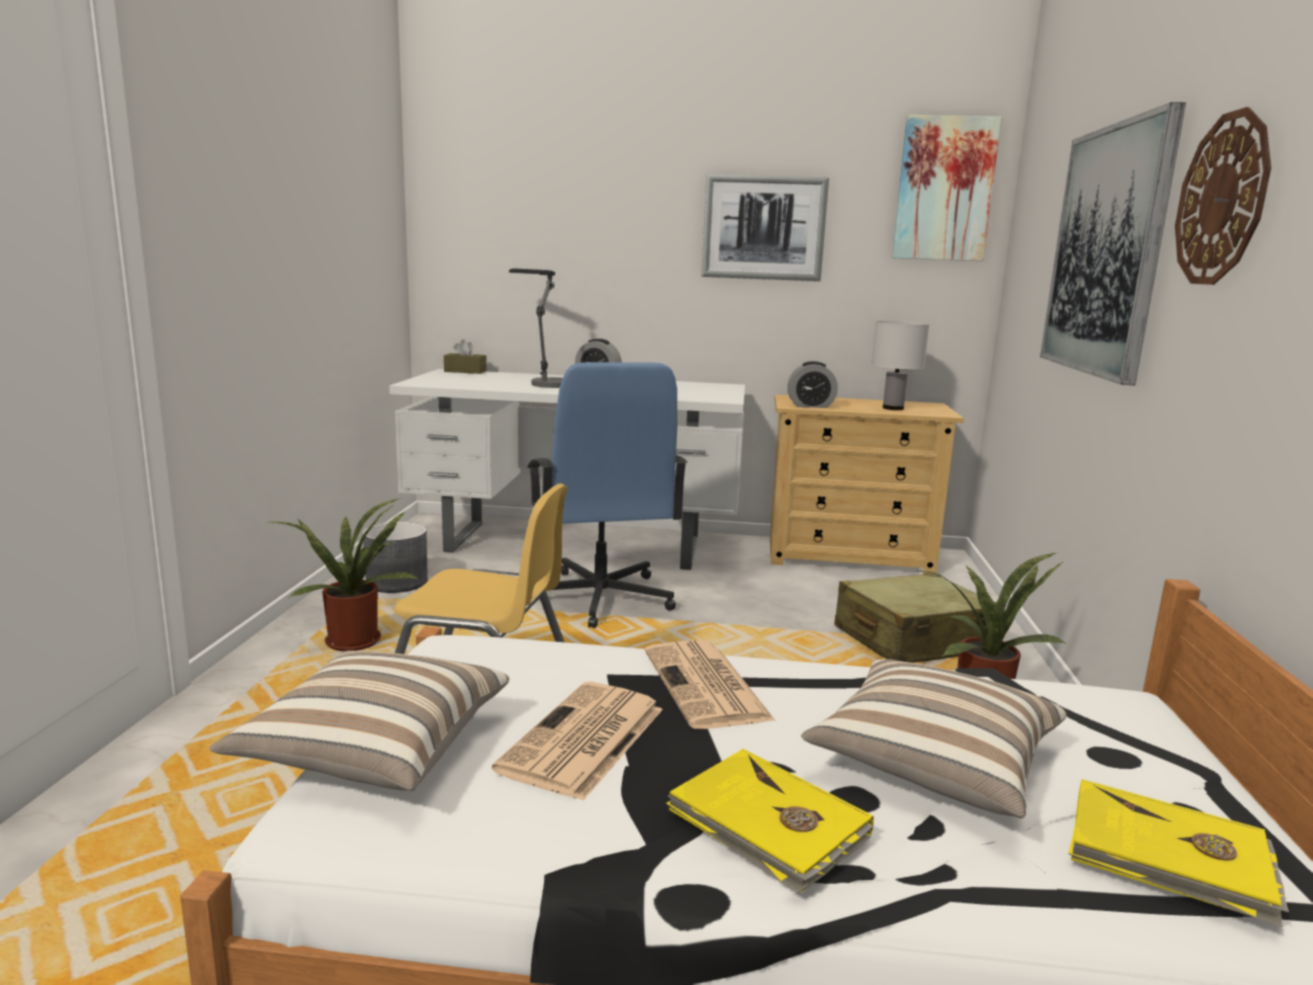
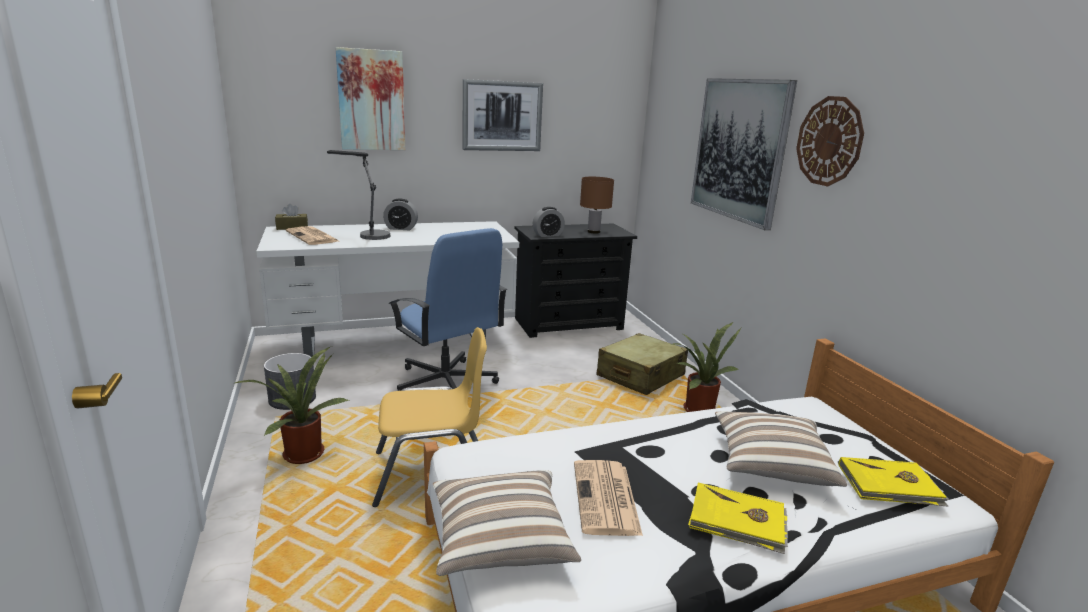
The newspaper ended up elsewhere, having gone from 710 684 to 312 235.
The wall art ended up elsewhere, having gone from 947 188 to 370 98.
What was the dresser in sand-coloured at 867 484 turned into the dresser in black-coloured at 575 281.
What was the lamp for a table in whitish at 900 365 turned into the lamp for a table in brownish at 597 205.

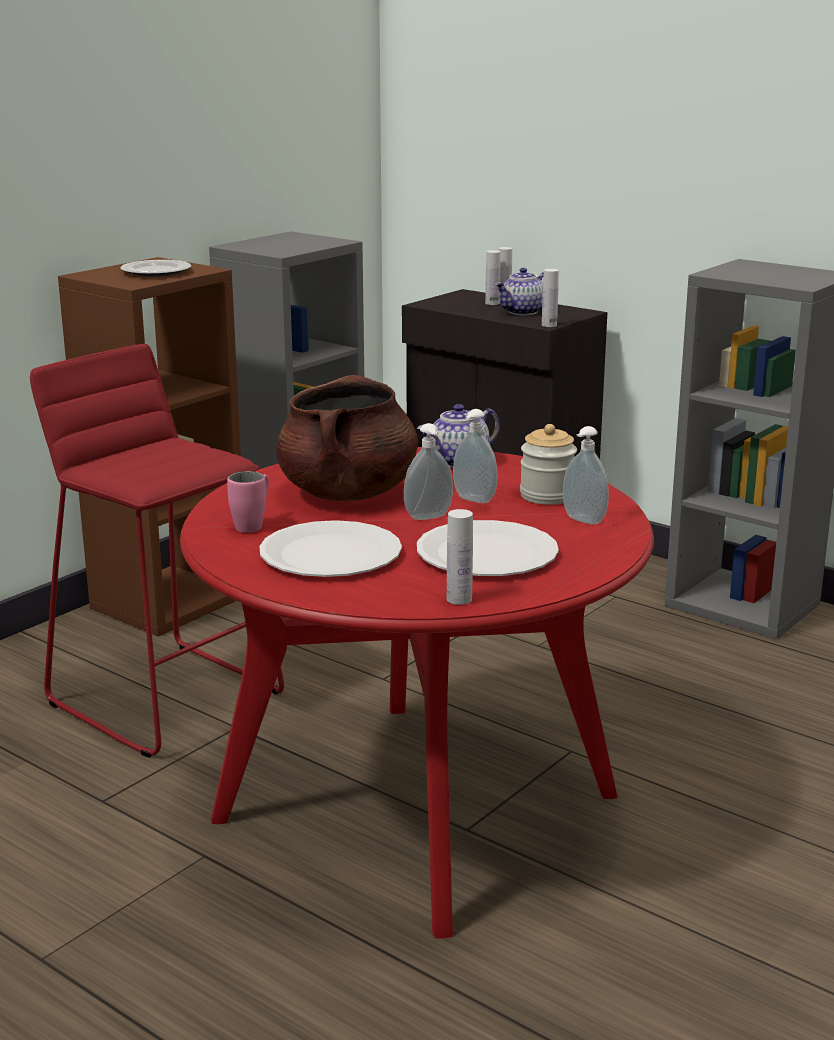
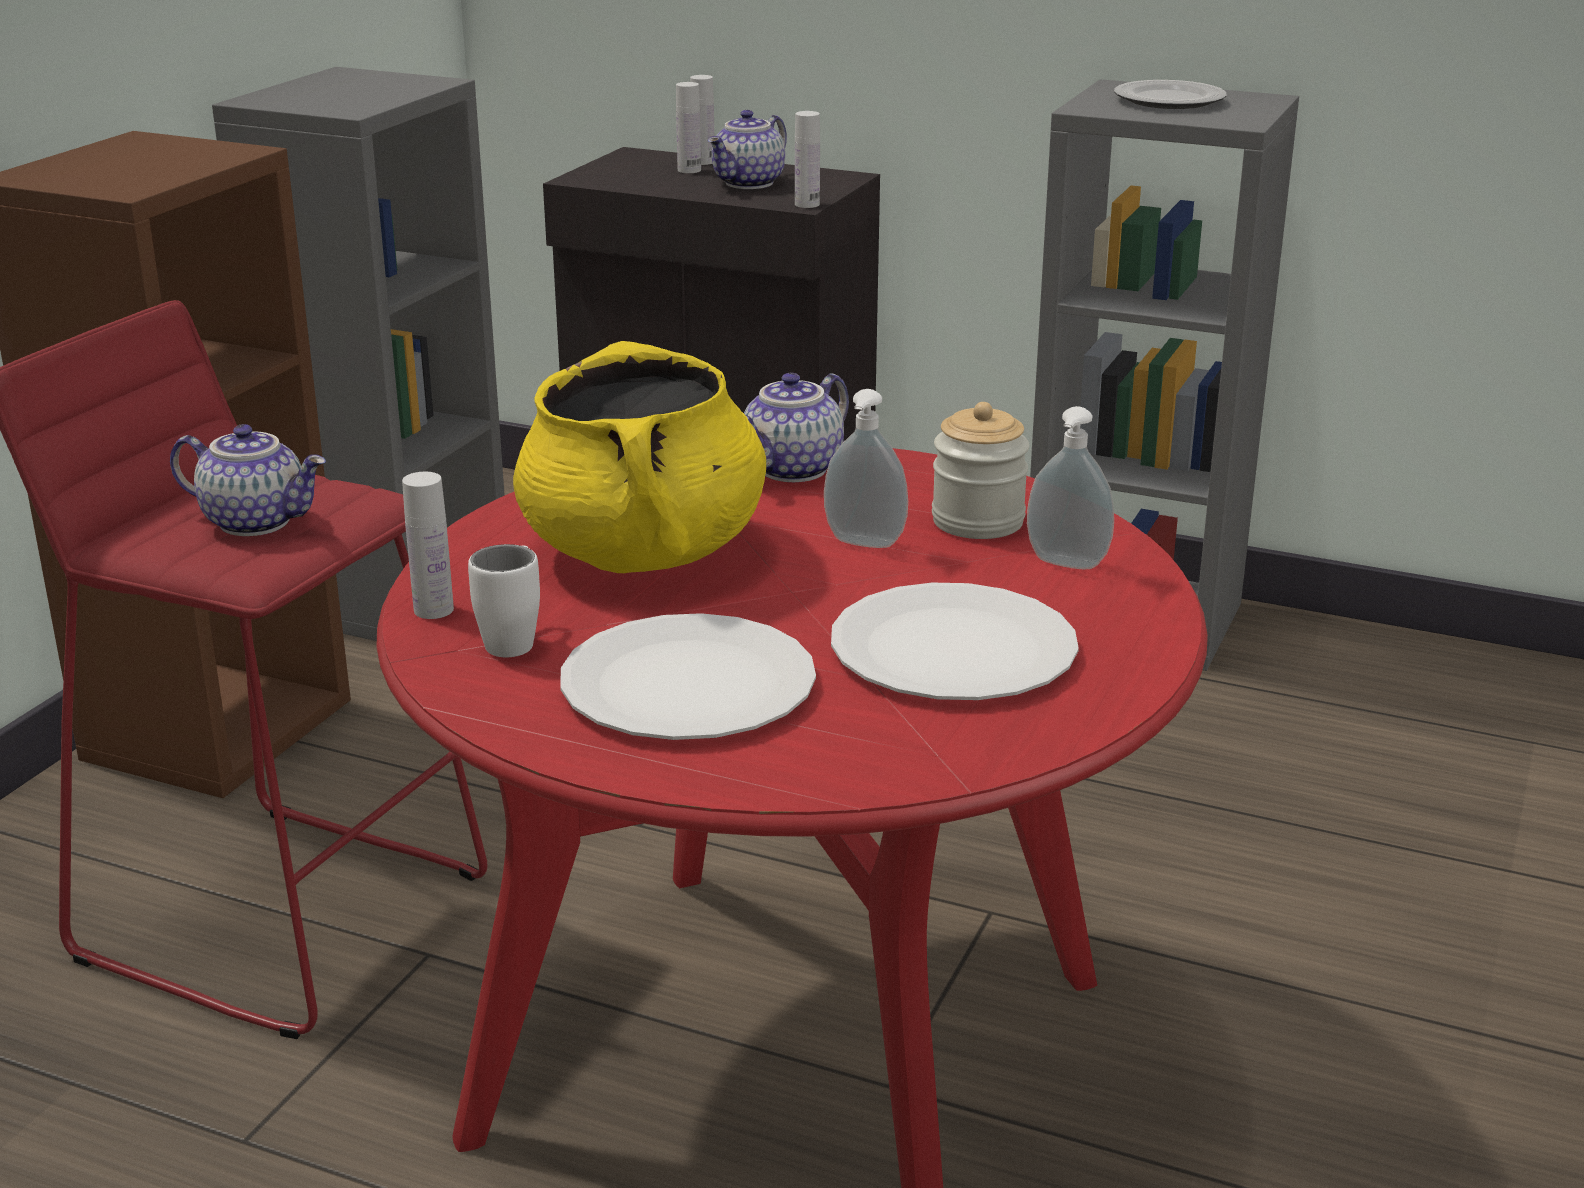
The second view lost the liquid soap bottle at 428 471.
The second view gained the teapot at 248 480.
The plate ended up elsewhere, having gone from 155 268 to 1170 94.
The drink bottle in whitish ended up elsewhere, having gone from 460 557 to 428 545.
What was the coffee mug in pink at 248 502 turned into the coffee mug in whitish at 504 600.
What was the stockpot in brownish at 347 437 turned into the stockpot in yellow-coloured at 639 457.

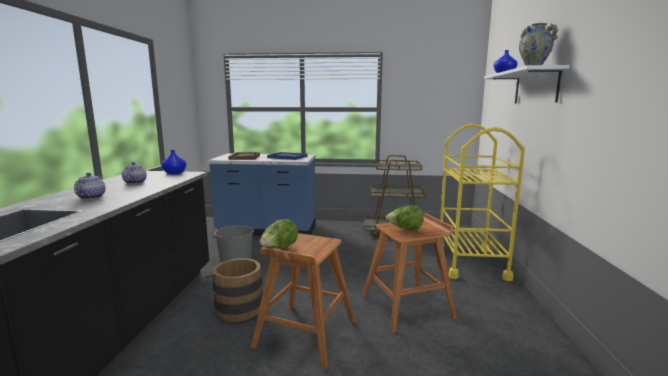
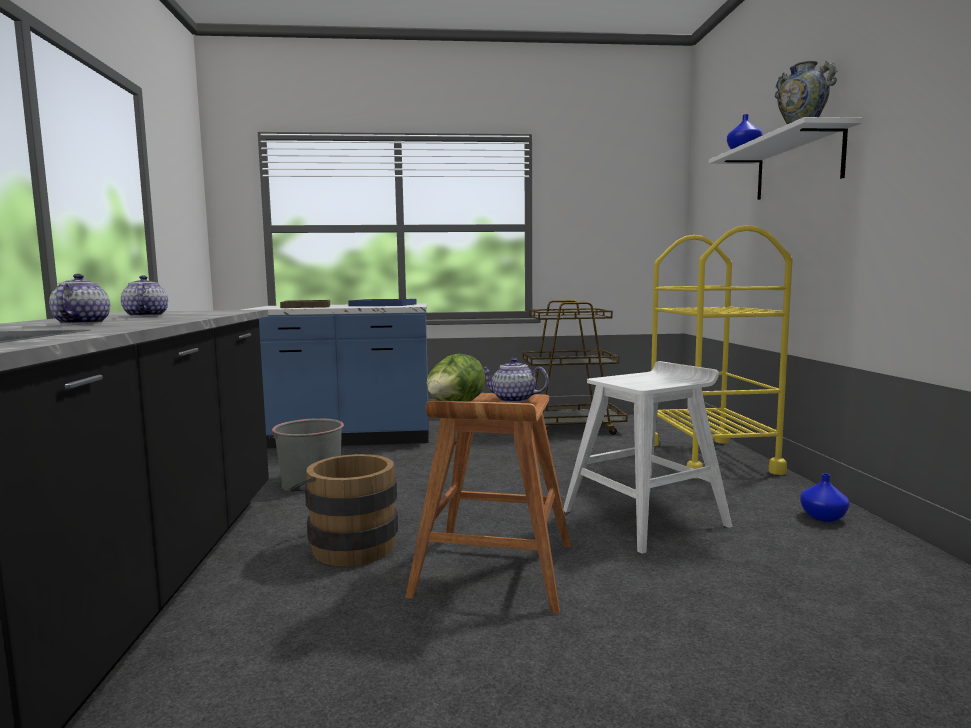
The second view lost the lettuce at 405 217.
The second view gained the teapot at 516 380.
The flower vase in blue-coloured ended up elsewhere, having gone from 174 162 to 824 497.
What was the stool in brownish at 409 273 turned into the stool in whitish at 648 457.

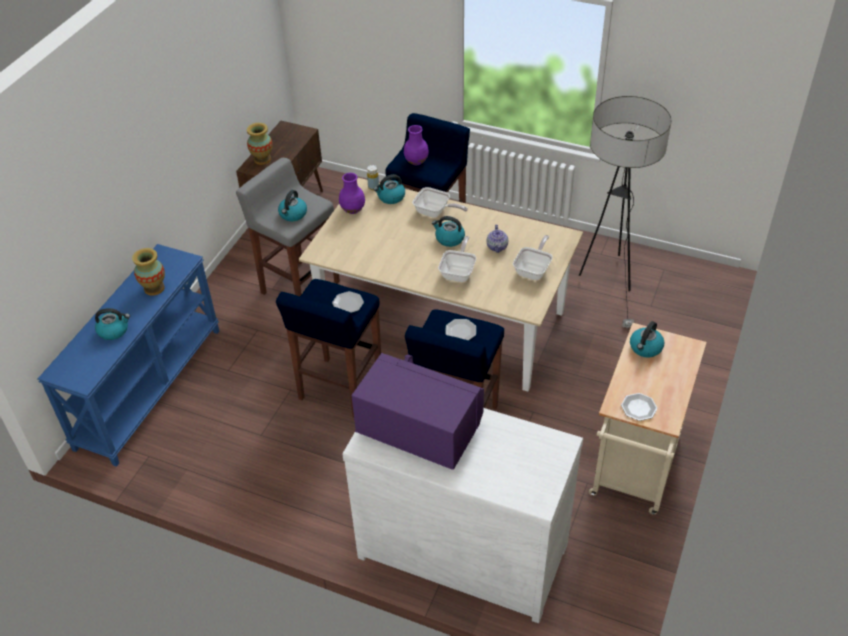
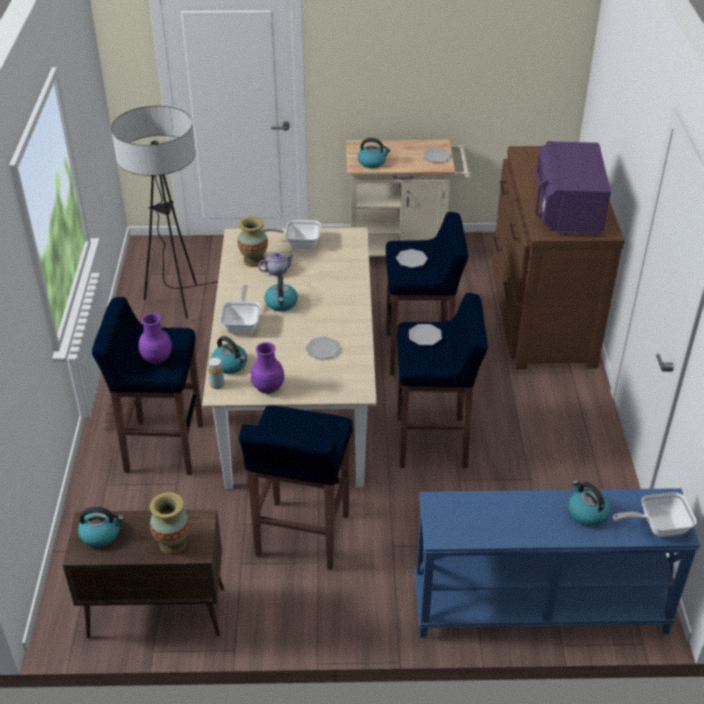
The second view gained the plate at 323 348.
The flower vase ended up elsewhere, having gone from 148 272 to 253 241.
The water kettle ended up elsewhere, having gone from 292 205 to 101 527.
The skillet ended up elsewhere, having gone from 457 259 to 655 514.
What was the stool in gray at 288 227 turned into the stool in blue-coloured at 296 488.
What was the dresser in whitish at 462 515 turned into the dresser in brownish at 558 257.

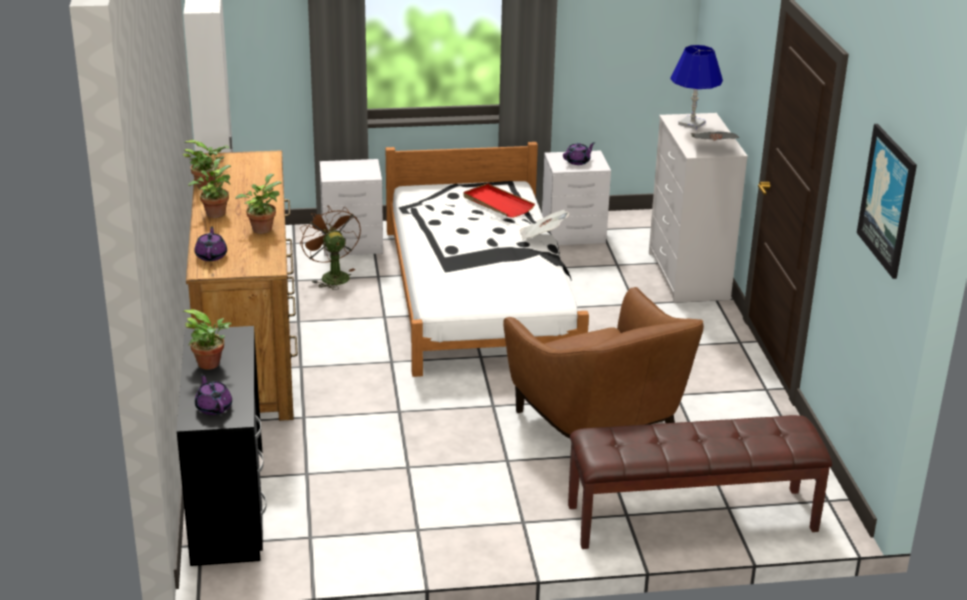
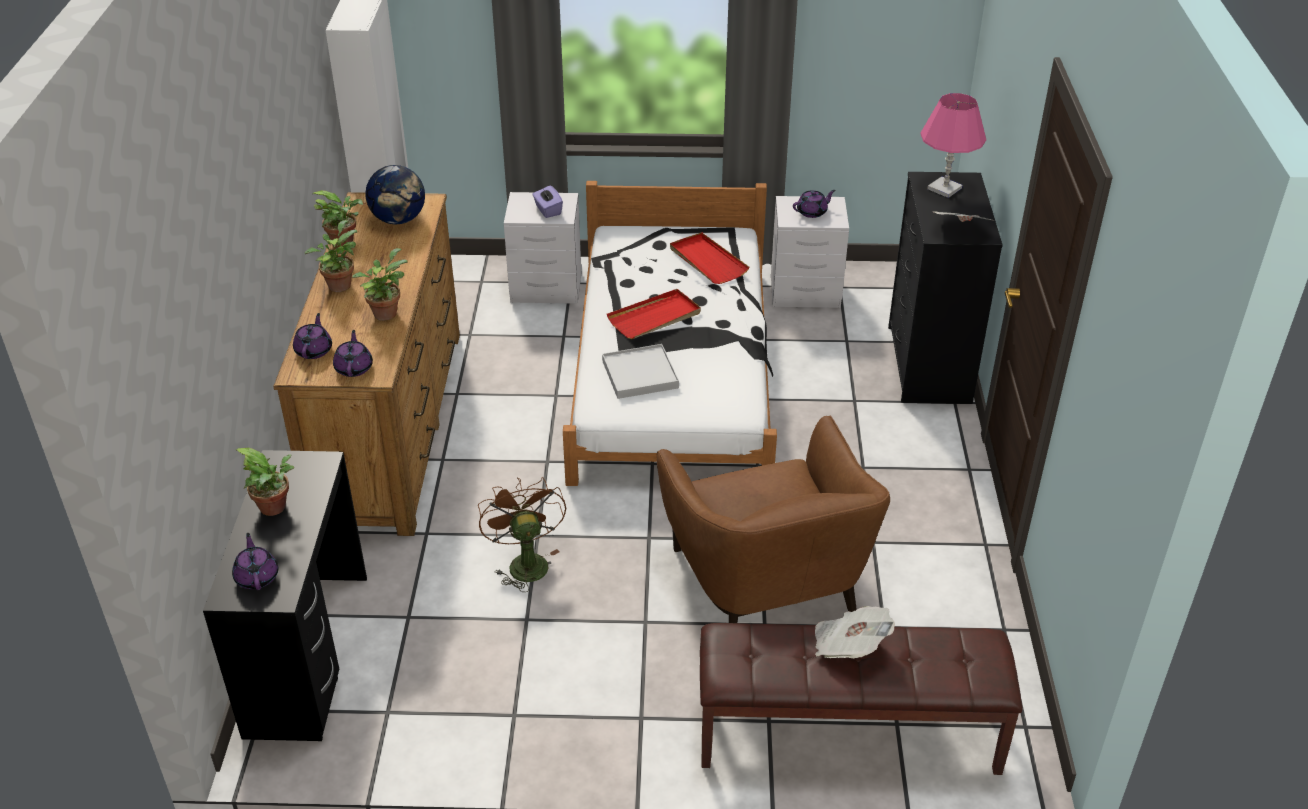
The second view lost the wall art at 887 201.
The second view gained the teapot in purple at 353 353.
The second view gained the desk globe at 395 194.
The second view gained the tissue holder in purple at 547 201.
The second view gained the serving tray in whitish at 640 371.
The second view gained the serving tray in reddish at 654 314.
The fan in brownish ended up elsewhere, having gone from 330 247 to 522 534.
The newspaper ended up elsewhere, having gone from 544 225 to 855 632.
What was the dresser in whitish at 698 208 turned into the dresser in black-coloured at 945 288.
What was the lamp for a table in blue-coloured at 696 87 turned into the lamp for a table in pink at 953 145.

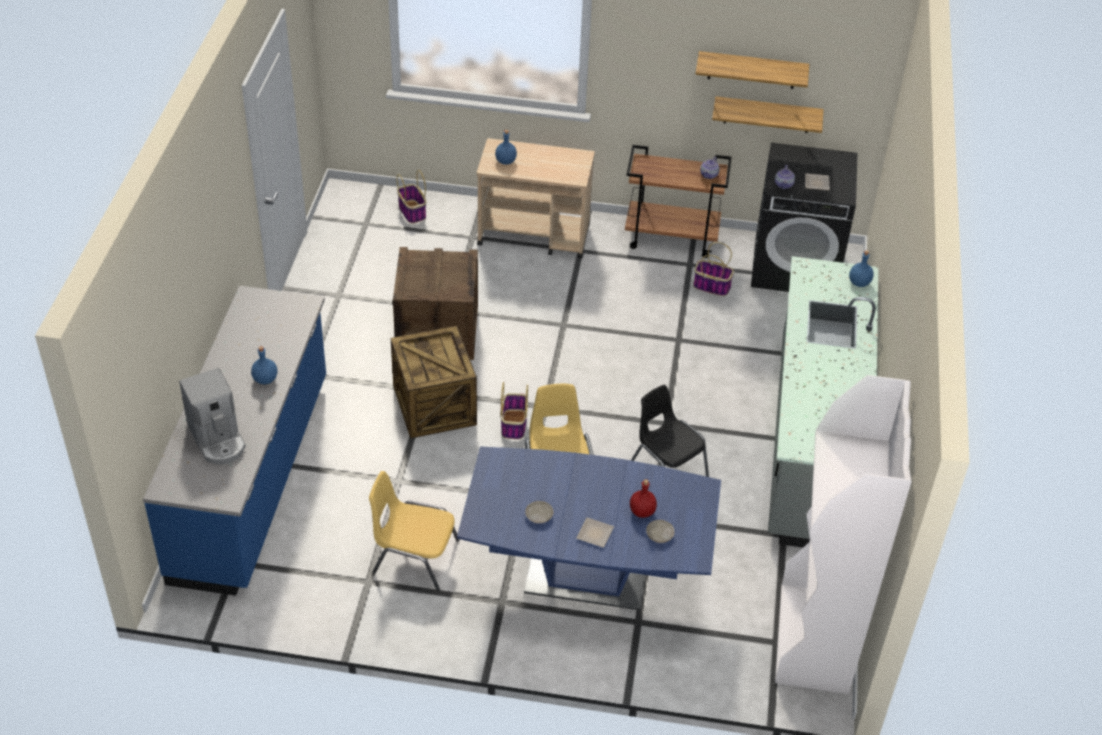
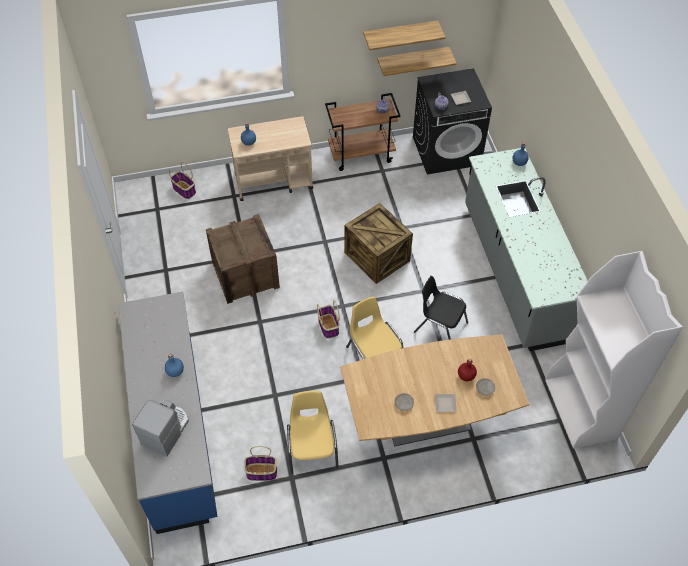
The shipping crate ended up elsewhere, having gone from 434 382 to 379 243.
The storage basket ended up elsewhere, having gone from 713 269 to 260 463.
What was the dinner table in blue-coloured at 589 528 turned into the dinner table in brownish at 434 390.
The coffee machine at 212 416 ended up facing another way, 105 degrees counterclockwise from before.
The upright chair in yellow-coloured at 414 531 ended up facing another way, 90 degrees clockwise from before.

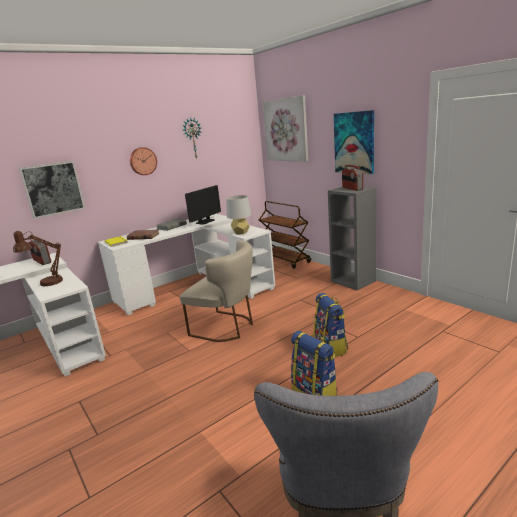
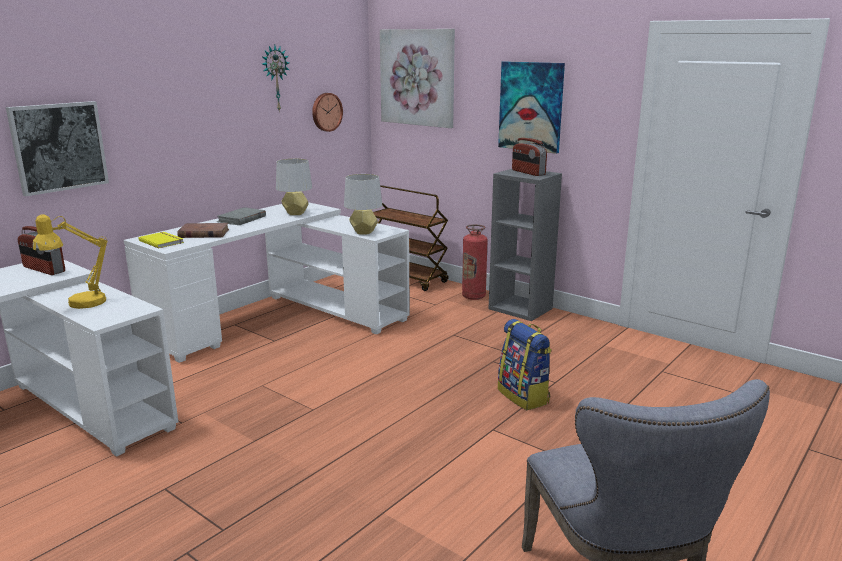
The second view lost the upright chair in sand-coloured at 216 291.
The second view lost the backpack at 314 363.
The second view gained the extinguisher at 475 262.
The clock on the wall ended up elsewhere, having gone from 143 161 to 327 112.
Where the monitor stood at 203 205, the lamp for a table in gray came to stand at 294 187.
What was the lamp for a table in brownish at 38 258 turned into the lamp for a table in yellow-coloured at 70 261.

